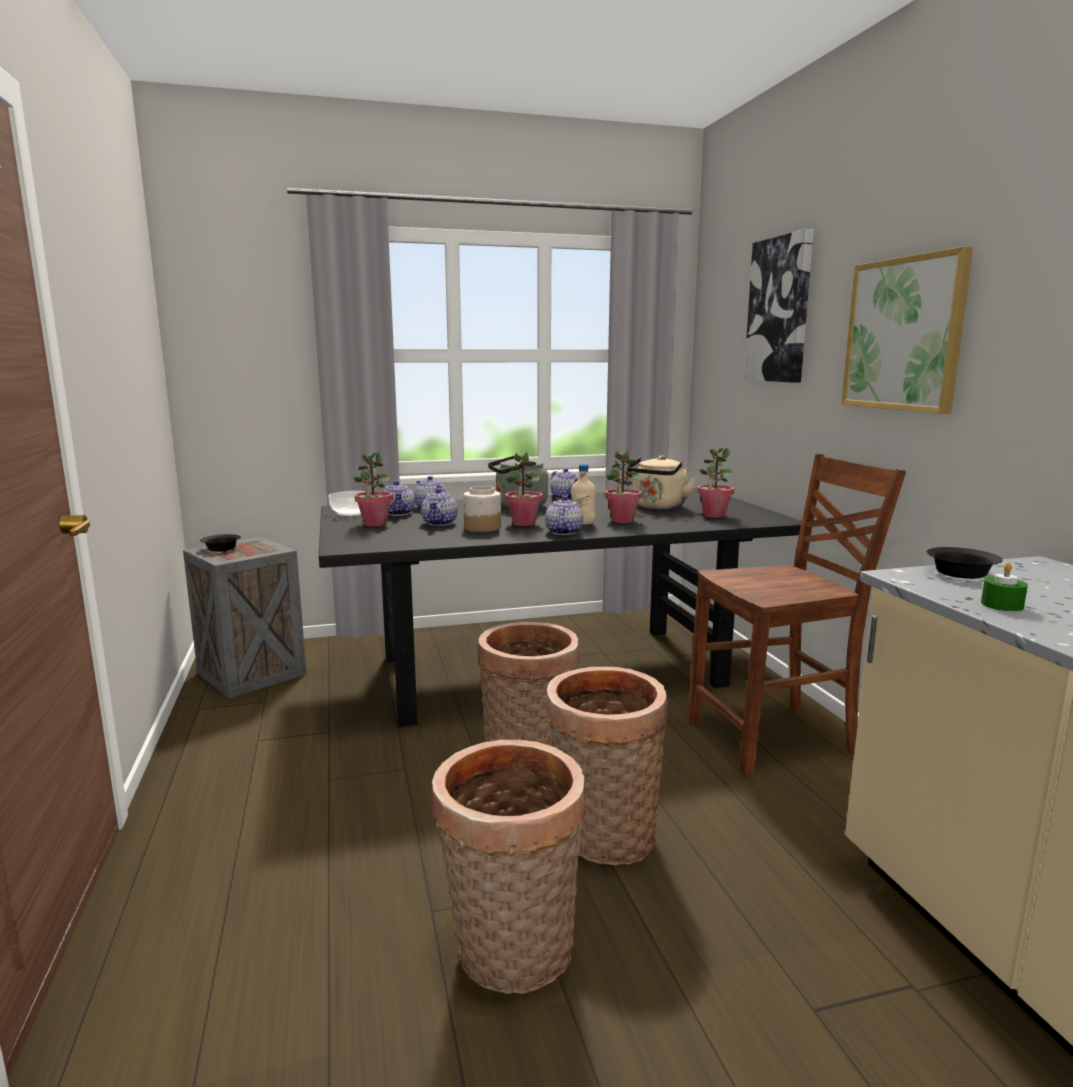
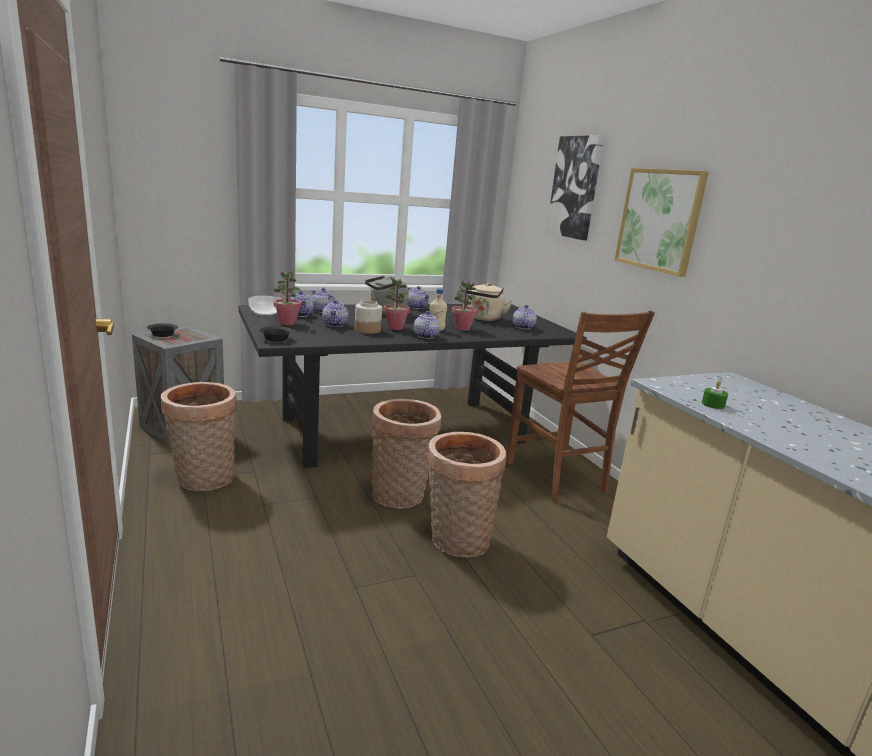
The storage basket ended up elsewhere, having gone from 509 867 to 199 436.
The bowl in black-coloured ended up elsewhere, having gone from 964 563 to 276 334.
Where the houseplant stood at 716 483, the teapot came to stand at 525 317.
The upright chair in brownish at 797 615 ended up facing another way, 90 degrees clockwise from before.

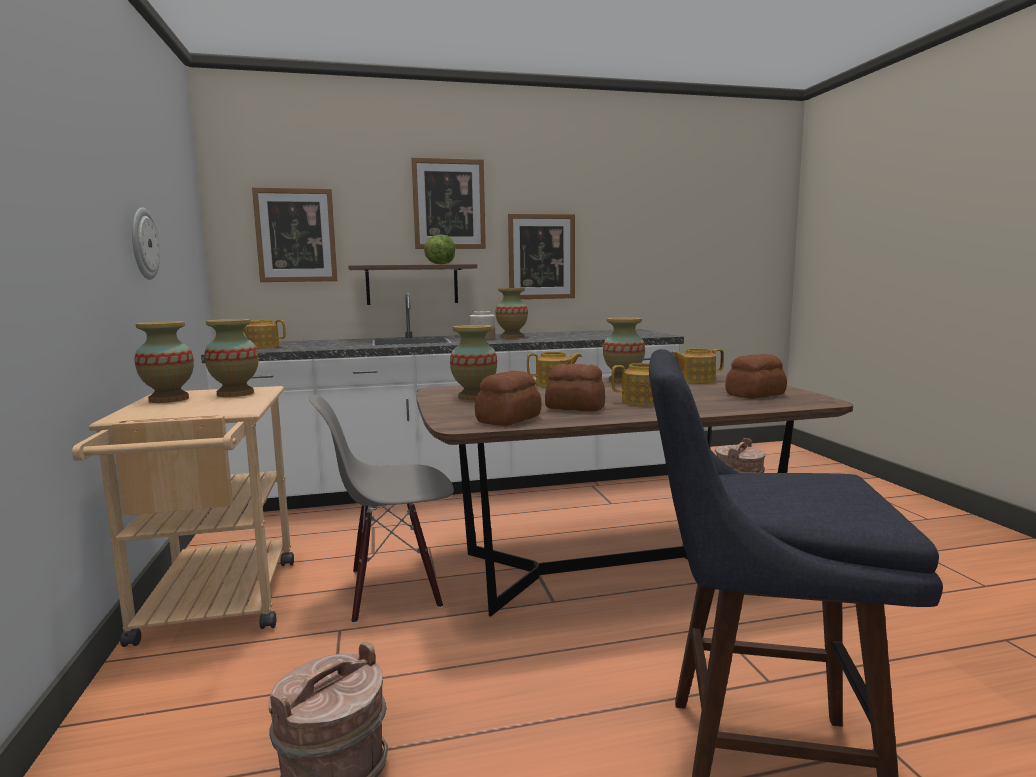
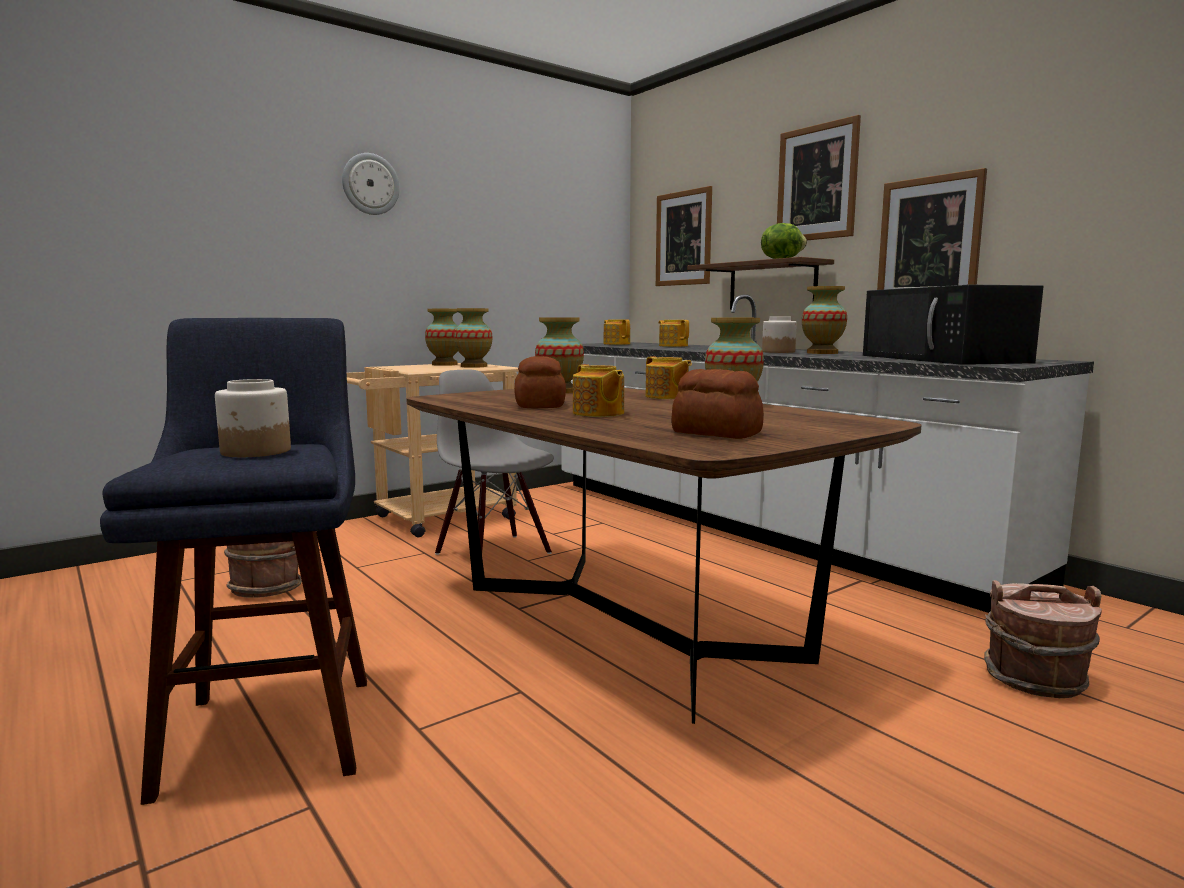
The second view lost the baked bread at 508 398.
The second view gained the storage jar at 253 418.
The second view gained the microwave oven in black-coloured at 953 325.
The clock on the wall ended up elsewhere, having gone from 146 244 to 371 184.
The teapot ended up elsewhere, having gone from 697 365 to 673 333.

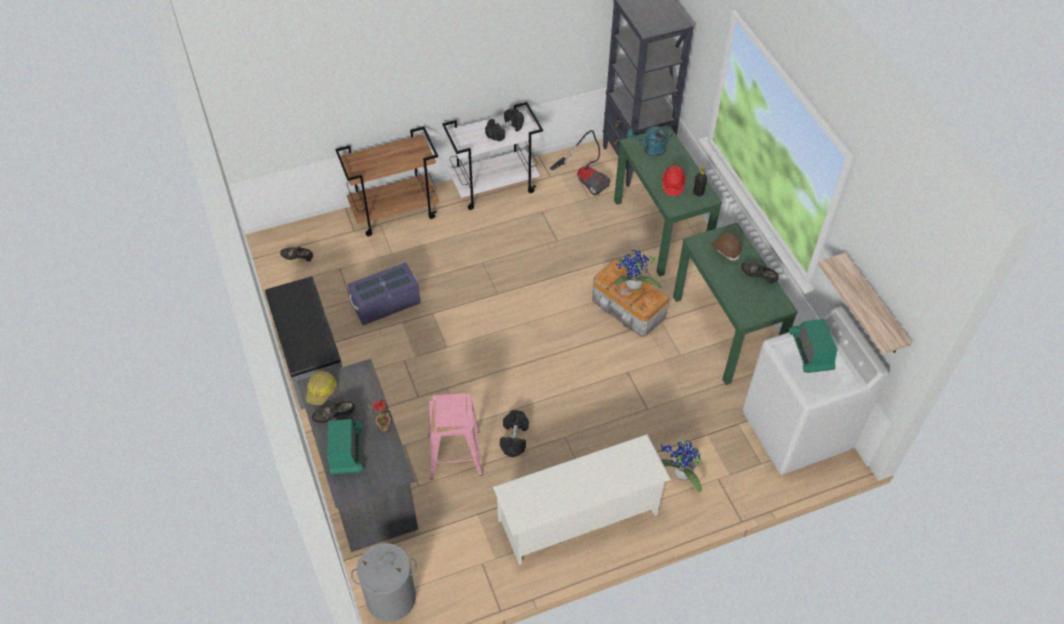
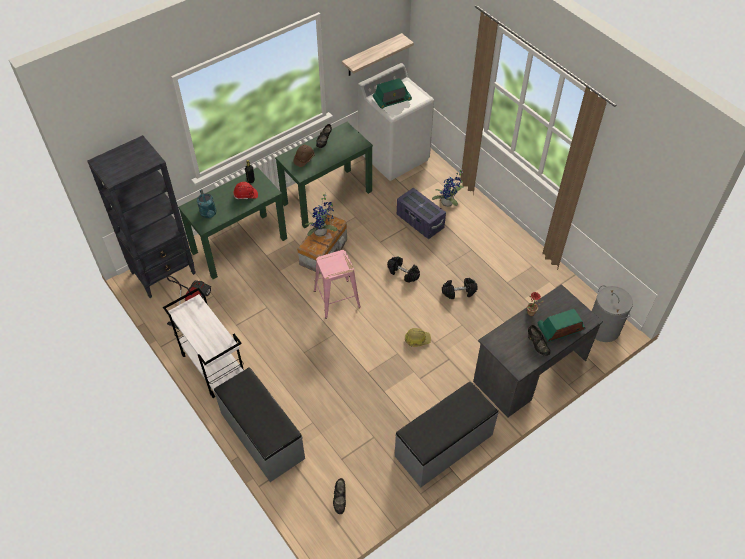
The second view lost the shoe rack in whitish at 582 499.
The hard hat ended up elsewhere, having gone from 321 388 to 418 337.
The storage bin in purple ended up elsewhere, having gone from 384 293 to 421 213.
The stool in pink ended up elsewhere, having gone from 455 436 to 337 284.
The dumbbell in black-coloured ended up elsewhere, having gone from 504 125 to 403 269.
Where the wheeled cart in brownish stood at 387 181, the indoor bench in gray came to stand at 259 424.

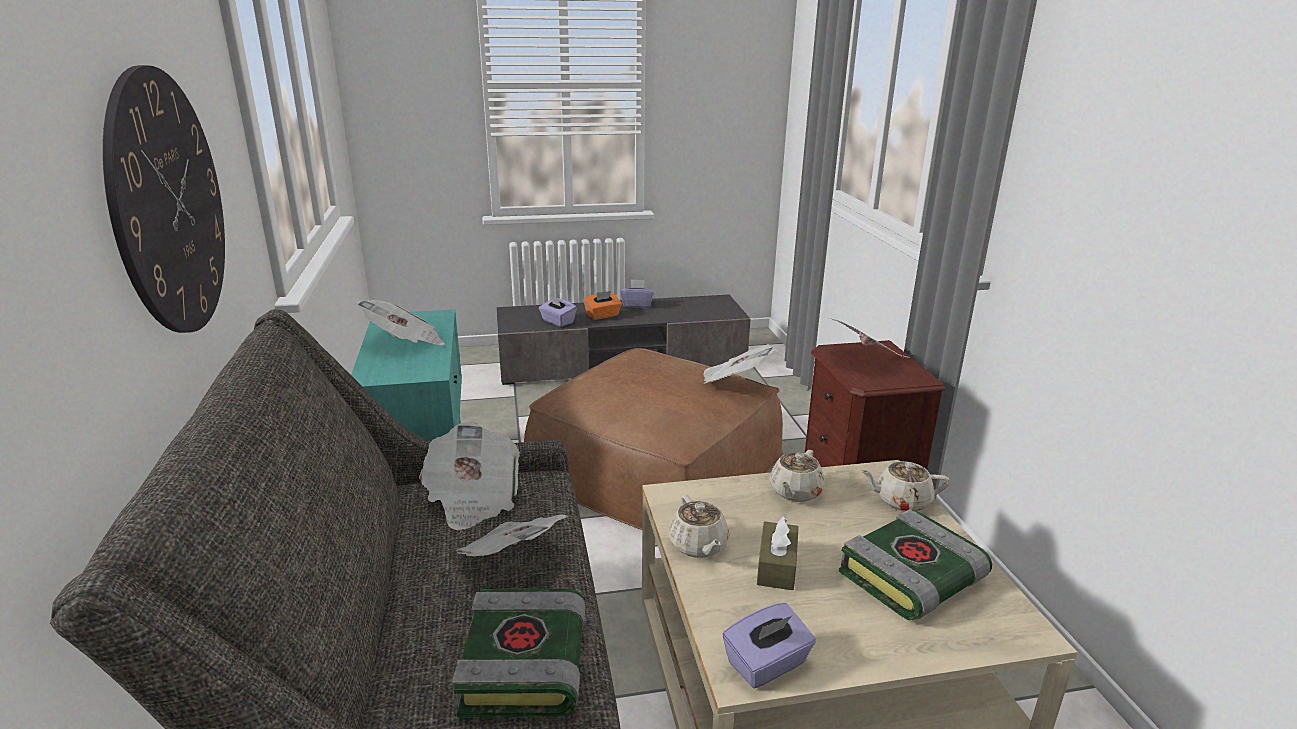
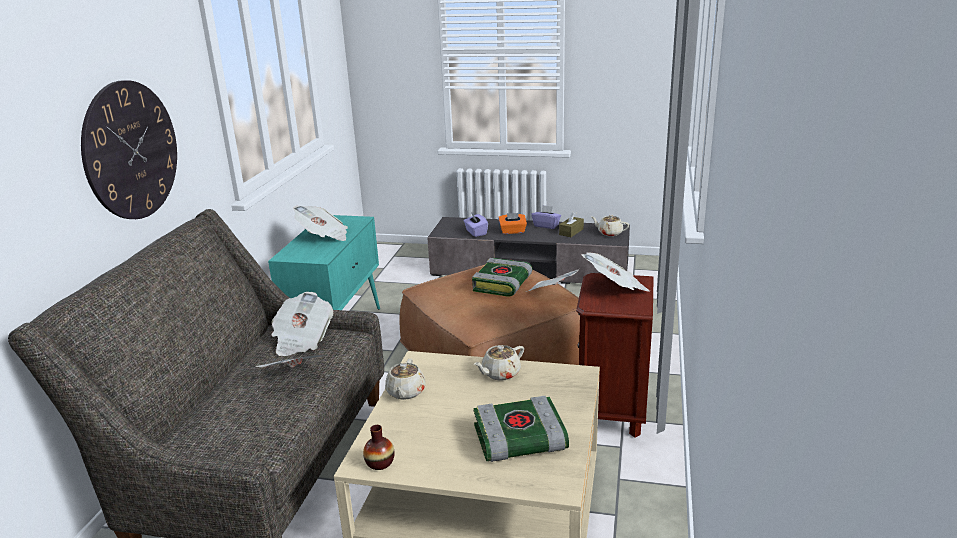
The volume ended up elsewhere, having gone from 518 653 to 502 277.
The tissue holder in brownish ended up elsewhere, having gone from 778 553 to 571 224.
The teapot in sand-coloured ended up elsewhere, having gone from 905 486 to 609 225.
Where the tissue holder in purple stood at 769 645, the flower vase came to stand at 379 447.

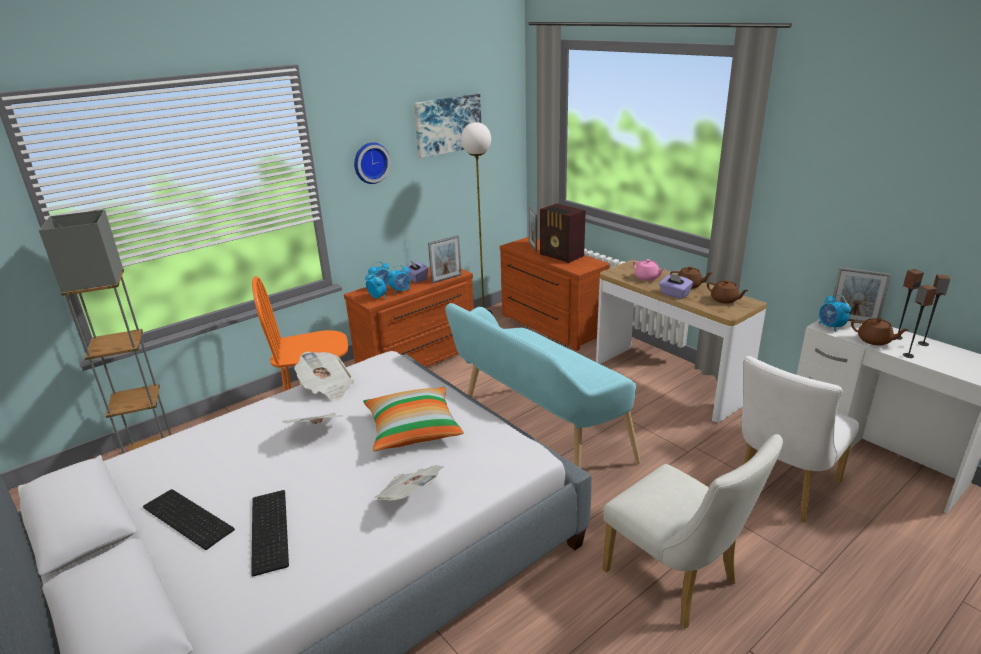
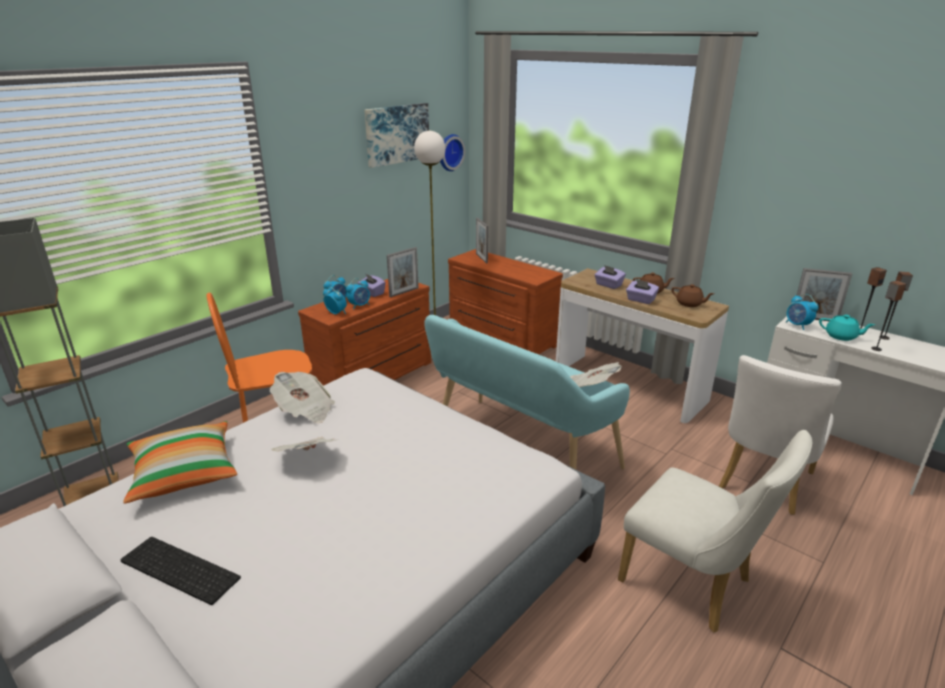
The second view lost the PC keyboard at 270 533.
The second view lost the radio at 563 233.
The clock on the wall ended up elsewhere, having gone from 372 163 to 452 152.
The cushion ended up elsewhere, having gone from 413 419 to 180 462.
The newspaper ended up elsewhere, having gone from 409 483 to 596 374.
Where the teapot in pink stood at 649 270, the tissue holder in purple came to stand at 610 277.
What was the teapot in brownish at 880 331 turned into the teapot in blue-green at 847 328.

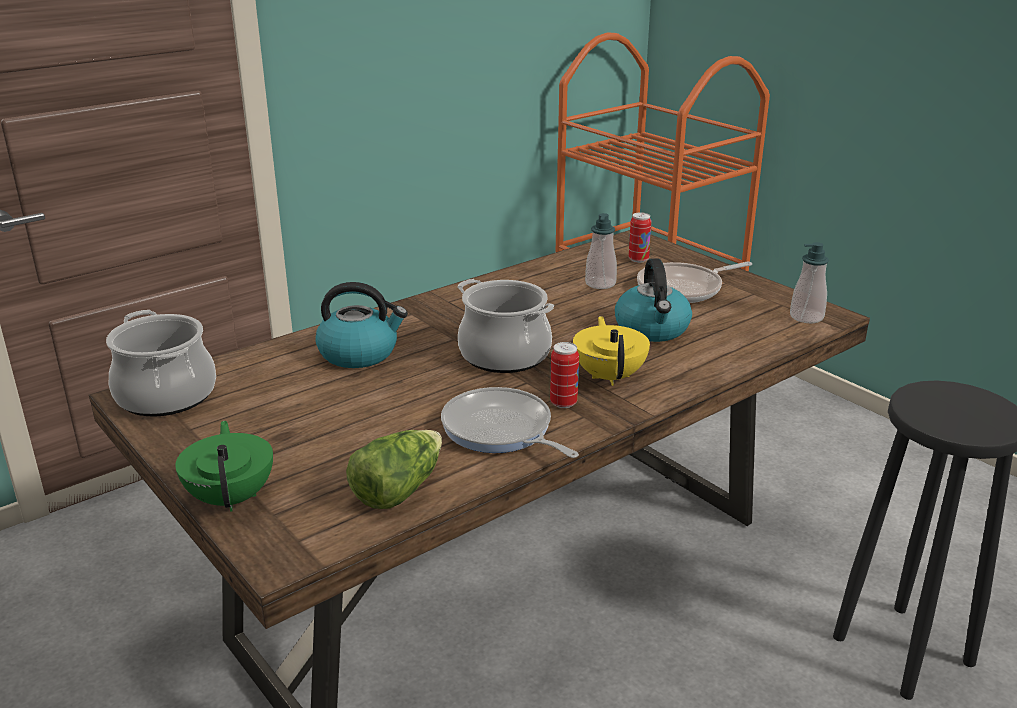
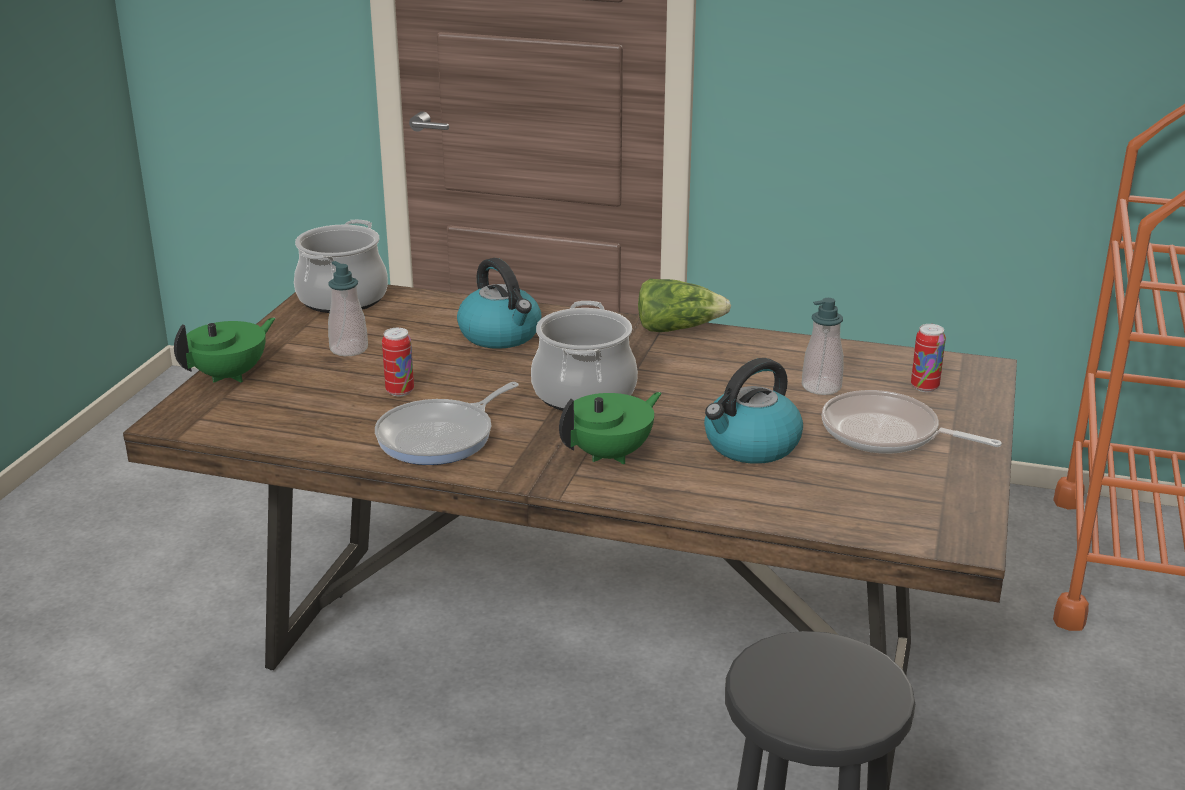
The lettuce ended up elsewhere, having gone from 394 469 to 684 305.
The sealed can ended up elsewhere, having gone from 564 375 to 398 362.
The liquid soap bottle ended up elsewhere, having gone from 809 282 to 348 308.
What was the teapot in yellow-coloured at 611 351 turned into the teapot in greenish at 610 428.
The skillet at 510 422 ended up facing another way, 150 degrees counterclockwise from before.

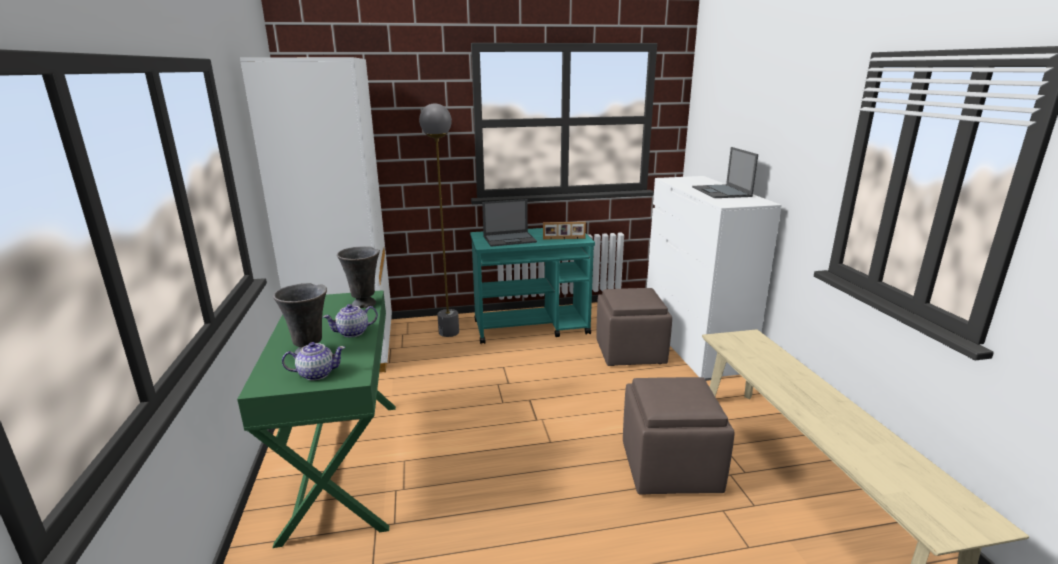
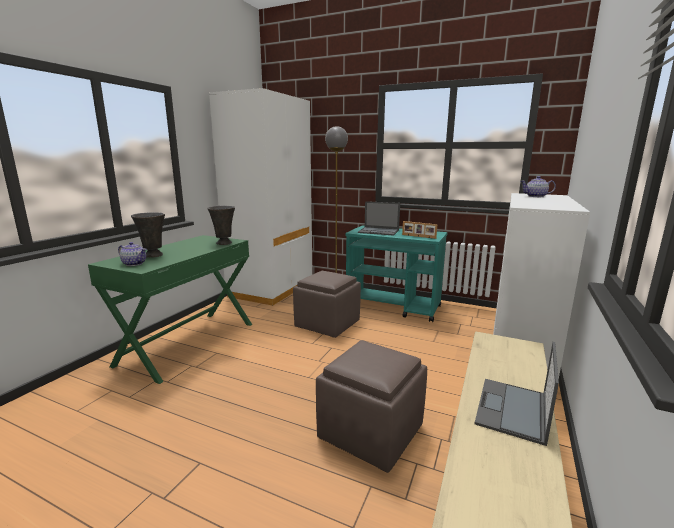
The teapot ended up elsewhere, having gone from 350 320 to 538 186.
The ottoman in brownish ended up elsewhere, having gone from 634 327 to 327 304.
The portable computer ended up elsewhere, having gone from 725 172 to 517 394.

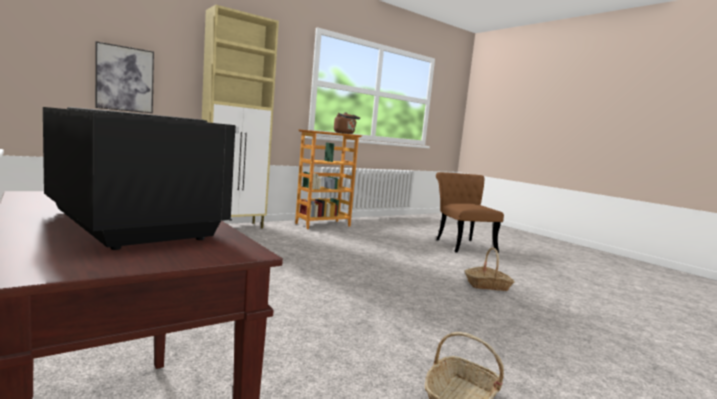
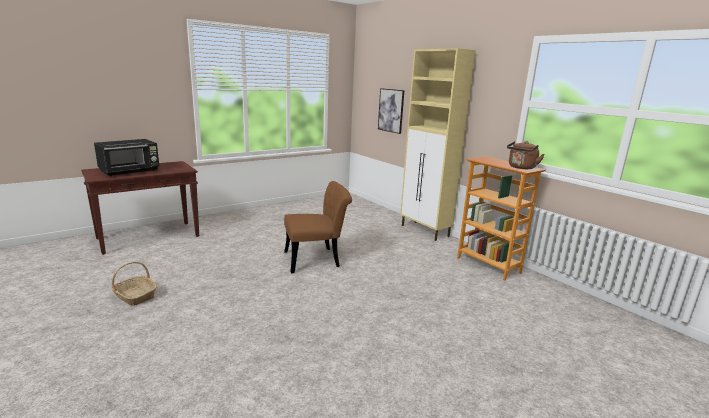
The second view lost the storage basket at 490 269.
The upright chair in brownish ended up elsewhere, having gone from 470 212 to 318 227.

